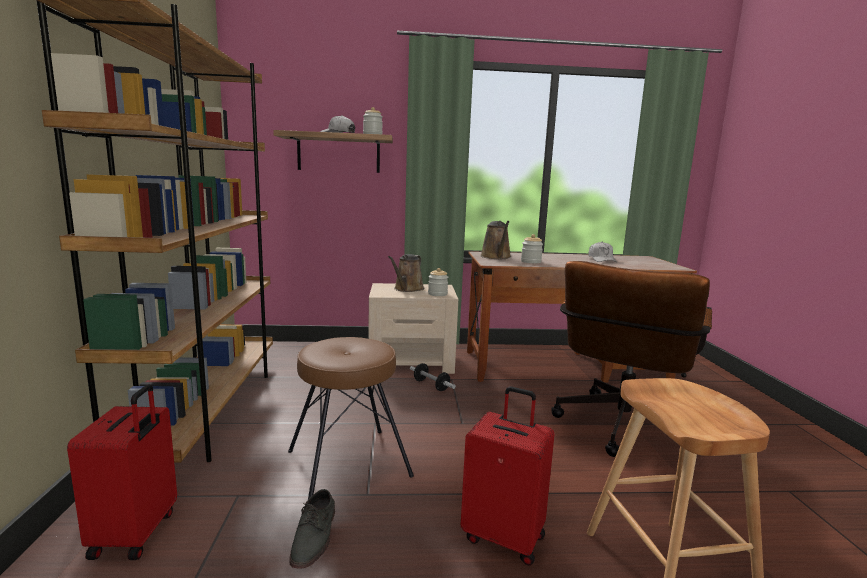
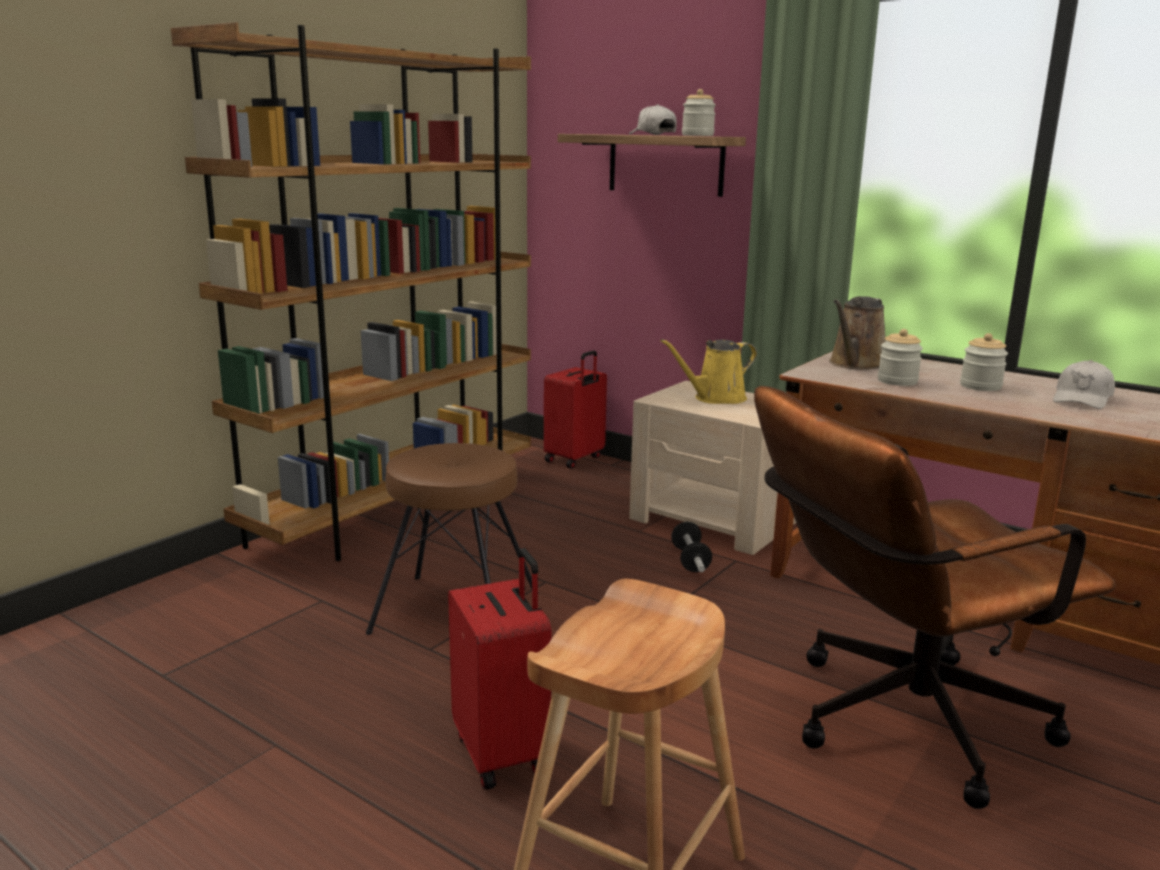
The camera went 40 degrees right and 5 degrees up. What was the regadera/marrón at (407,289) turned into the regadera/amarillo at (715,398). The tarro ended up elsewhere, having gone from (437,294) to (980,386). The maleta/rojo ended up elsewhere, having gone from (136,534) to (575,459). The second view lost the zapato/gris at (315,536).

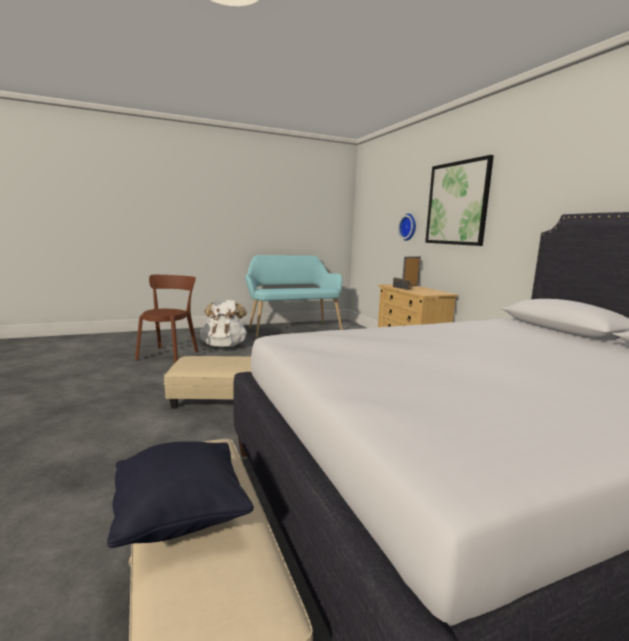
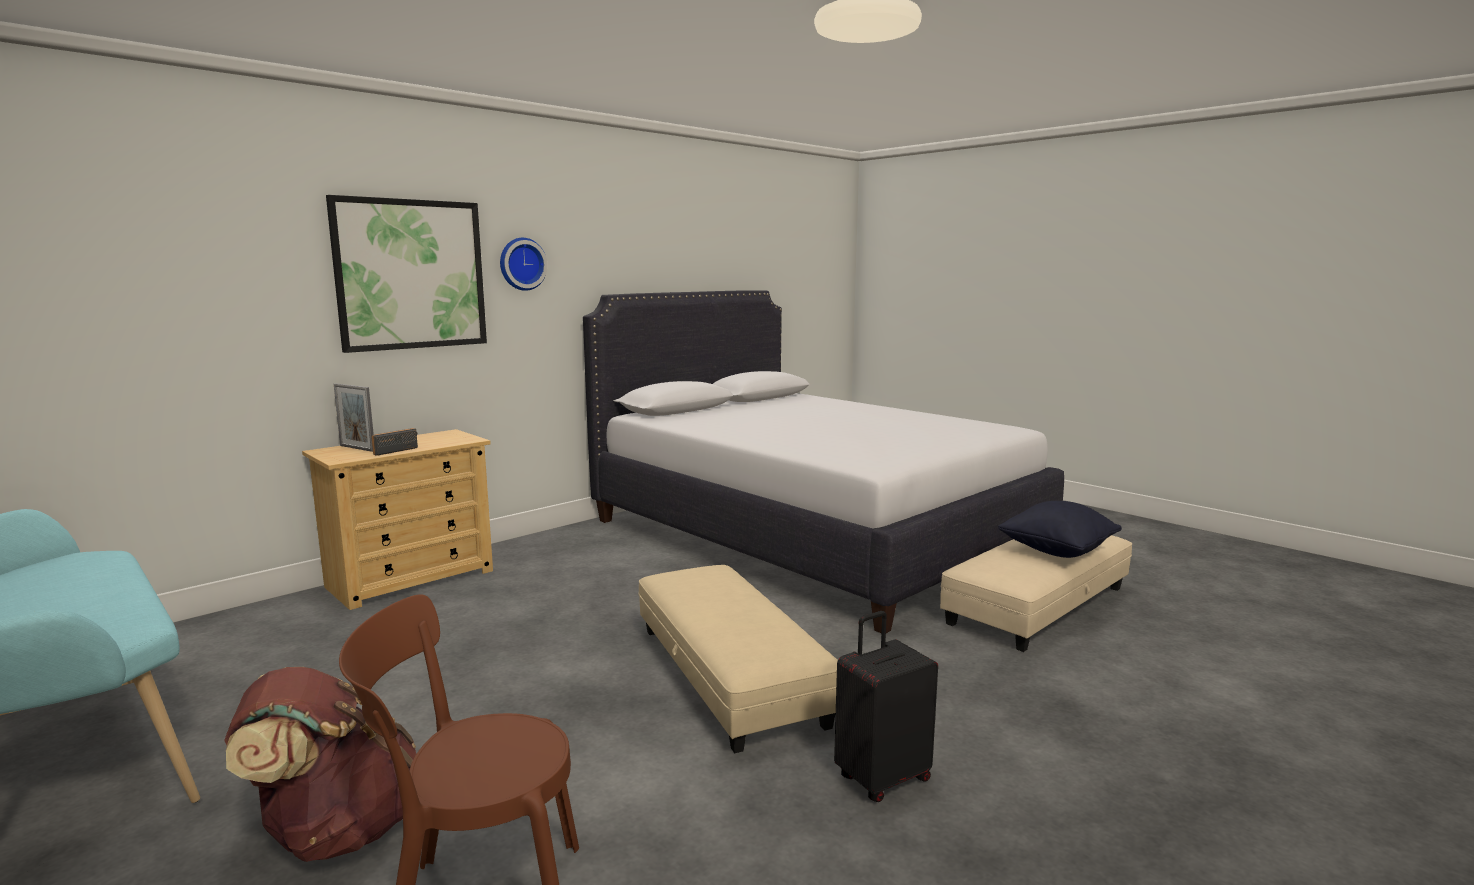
The camera went 110 degrees left and 0 degrees up. The reloj de pared ended up elsewhere, having gone from (409,227) to (521,264). What was the mochila/blanco at (224,346) turned into the mochila/marrón at (334,831). The second view gained the maleta/negro at (881,778).

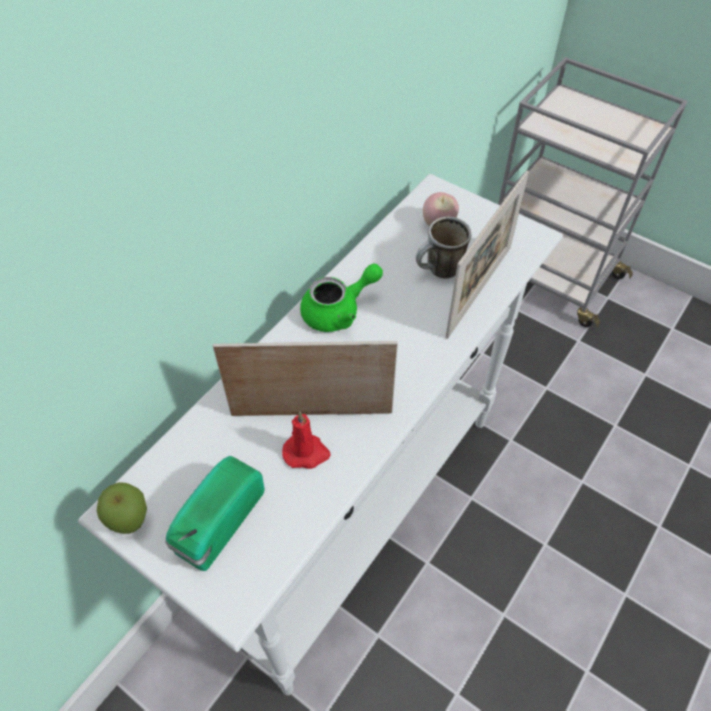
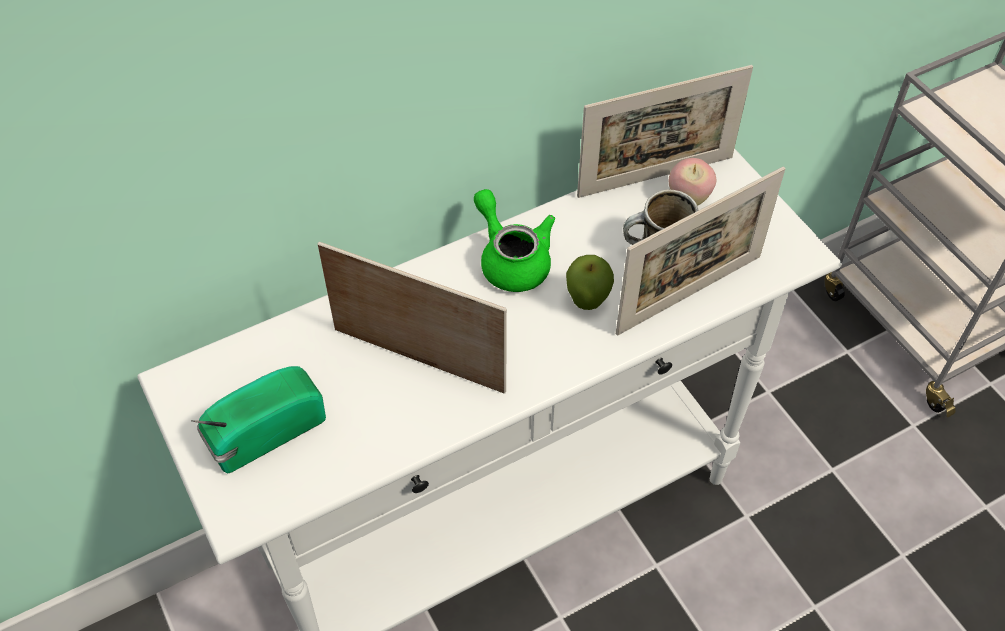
The camera went 25 degrees right and 0 degrees up. The tetera/verde at (338,311) ended up facing another way, 120 degrees counterclockwise from before. The second view lost the vela/rojo at (306,453). The manzana ended up elsewhere, having gone from (132,523) to (587,304). The second view gained the portarretratos at (655,177).

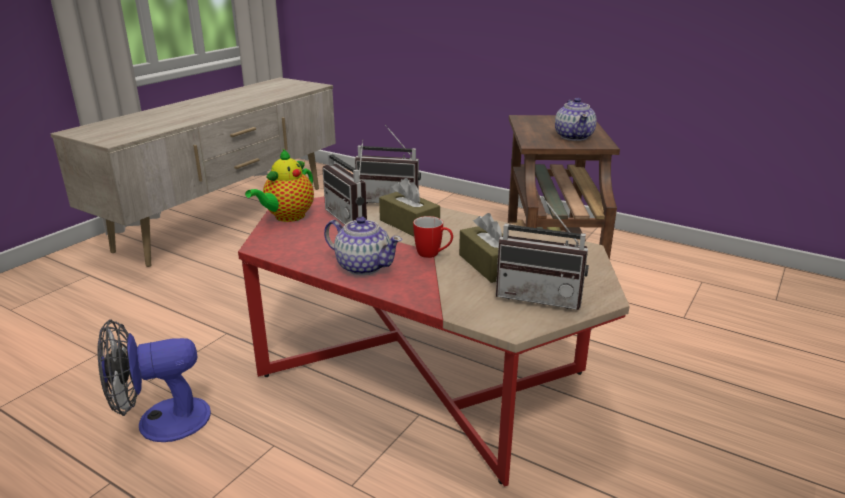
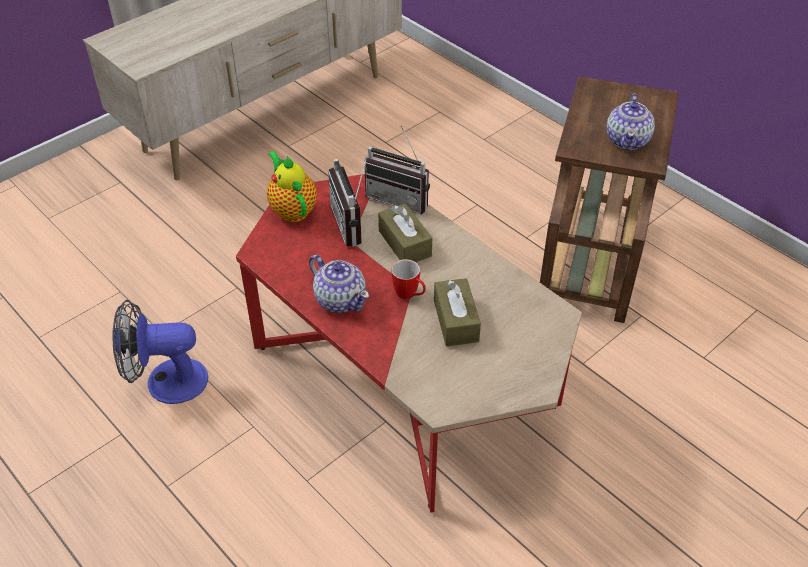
The camera went 15 degrees right and 20 degrees up. The tetera at (287,217) ended up facing another way, 105 degrees clockwise from before. The second view lost the radio at (540,296).

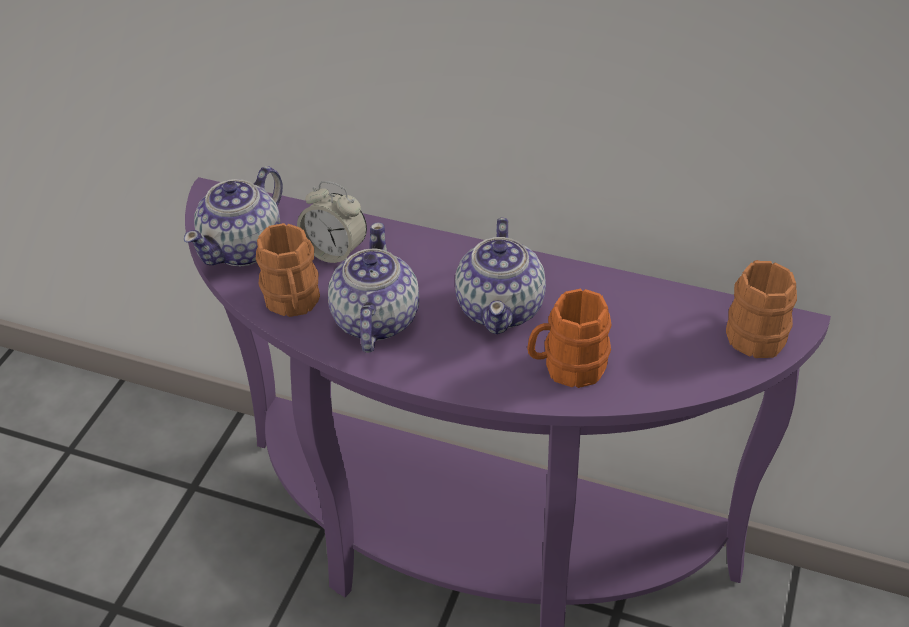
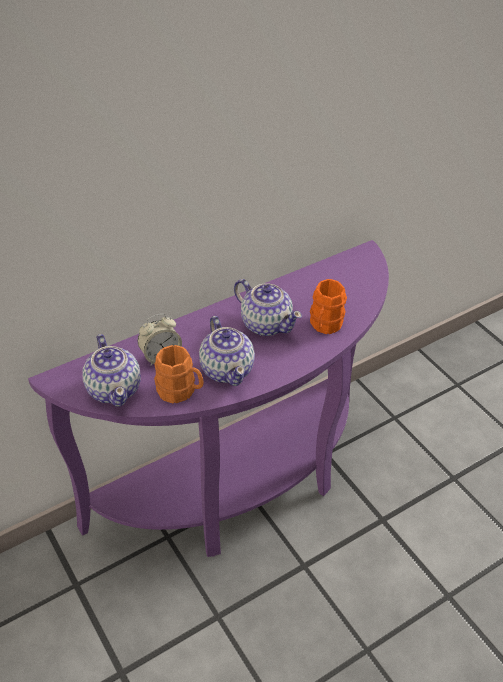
The camera went 55 degrees left and 0 degrees up. The tetera at (375,320) ended up facing another way, 150 degrees counterclockwise from before. The second view lost the taza grande/naranja at (753,330).

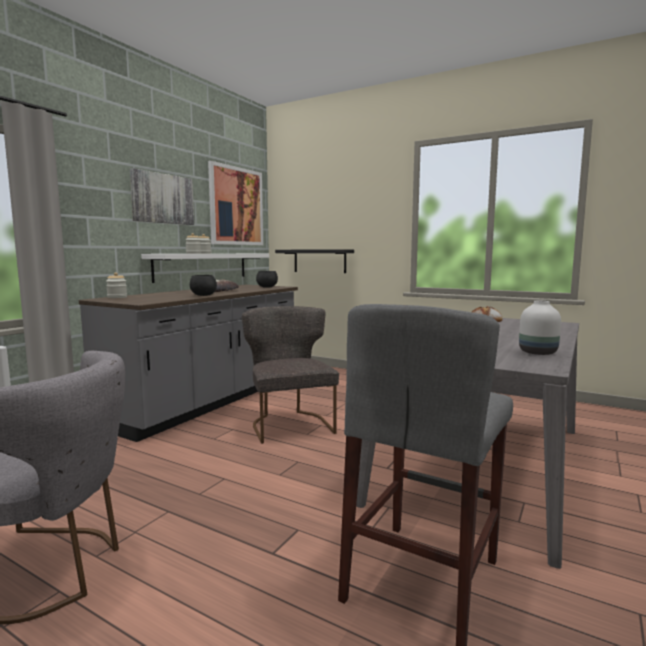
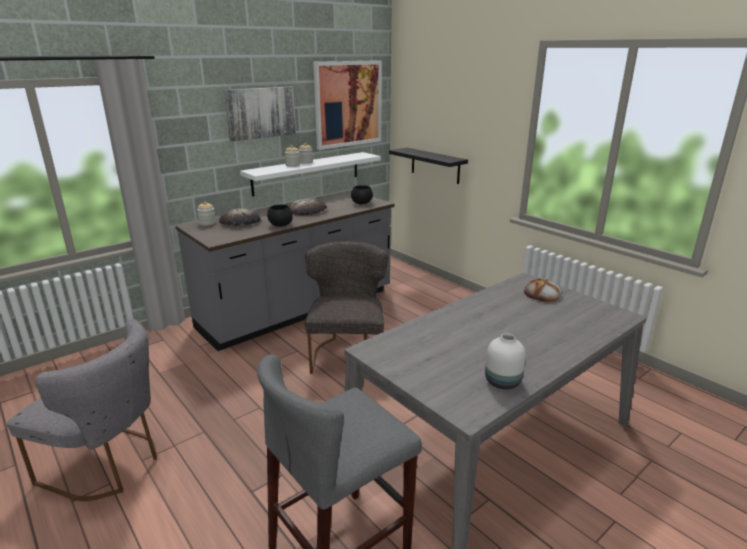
The camera went 20 degrees right and 15 degrees up. The second view gained the pan at (240,222).

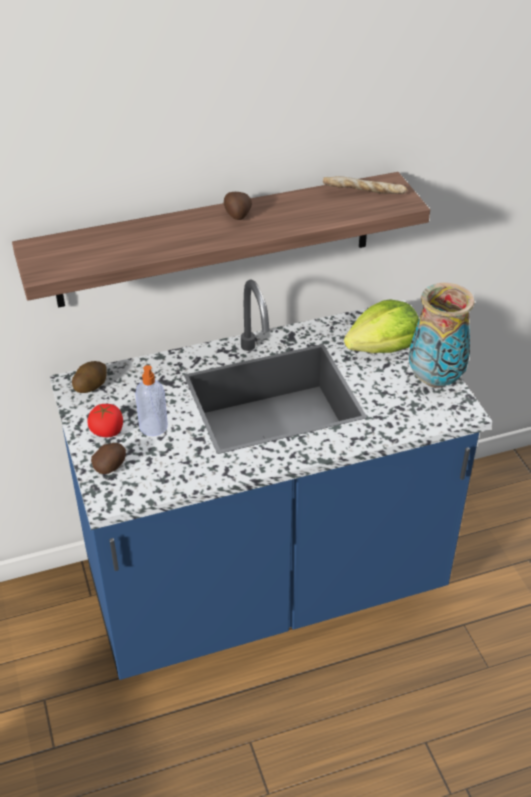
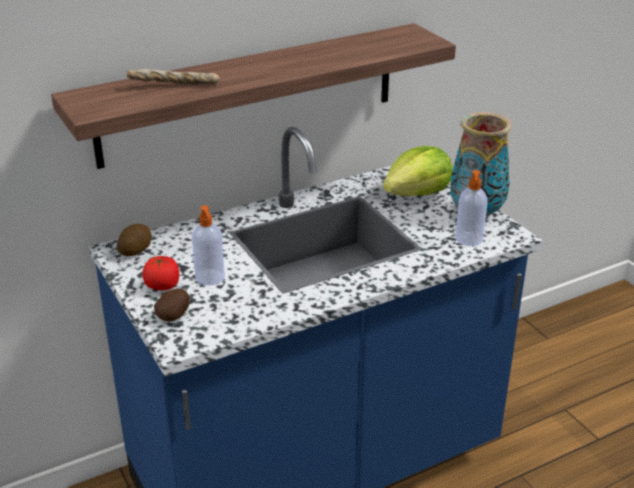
The camera went 10 degrees left and 10 degrees down. The pan ended up elsewhere, having gone from (364,193) to (174,86). The second view lost the patata at (237,215). The second view gained the dispensador de jabón at (469,239).

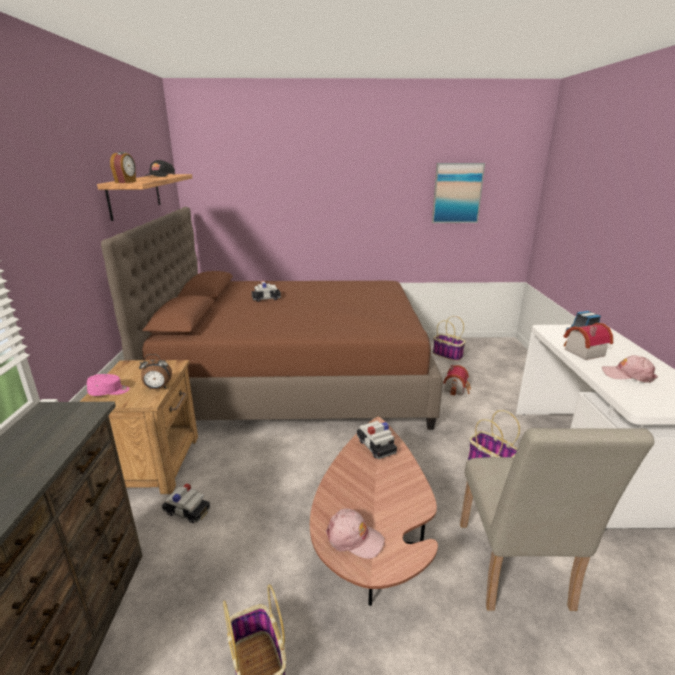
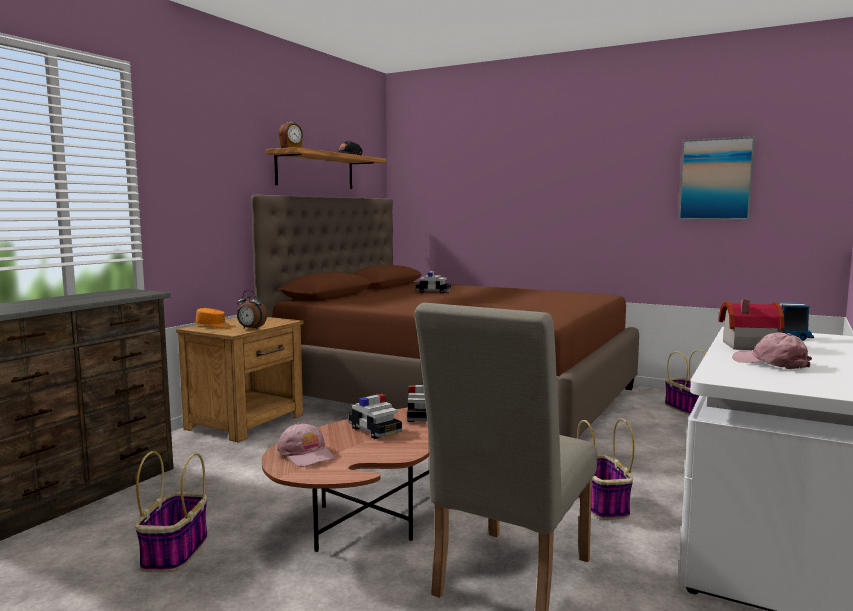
The camera went 30 degrees right and 15 degrees down. The second view lost the casita at (456,388). What was the gorra/rosa at (109,392) turned into the gorra/naranja at (213,326). The coche de juguete ended up elsewhere, having gone from (187,511) to (375,430).

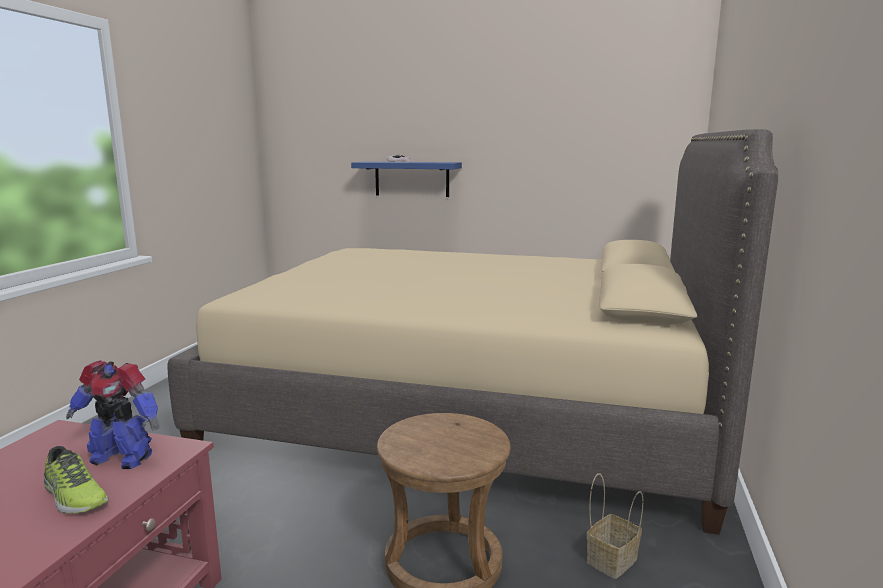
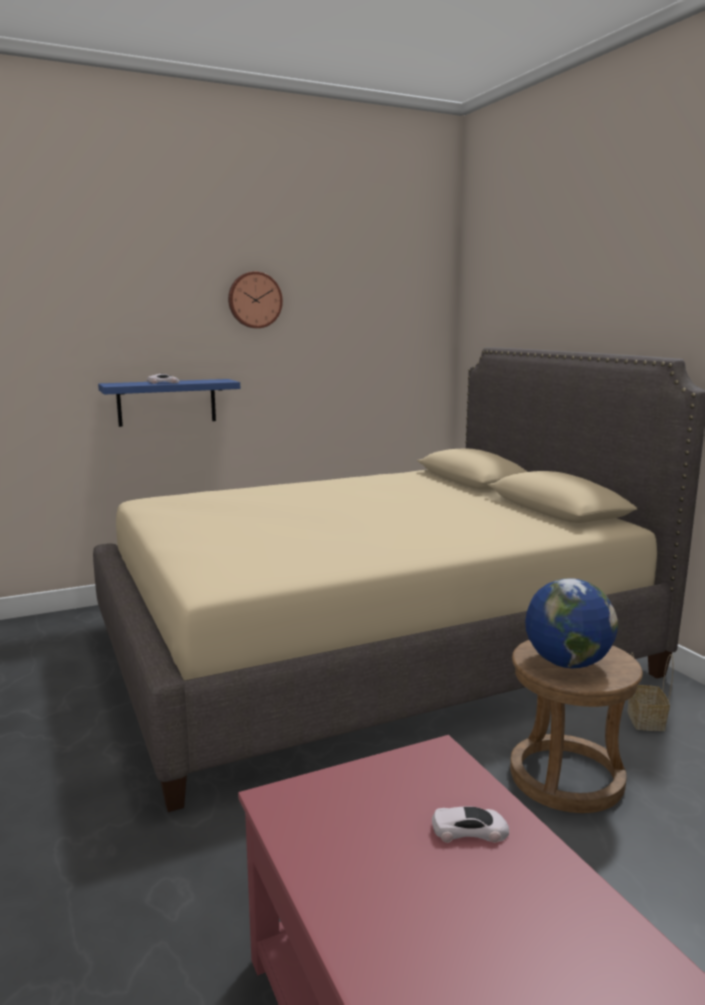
The camera went 40 degrees left and 0 degrees up. The second view lost the robot de juguete at (121,457). Where the zapato stood at (73,496), the coche de juguete/blanco came to stand at (470,831). The second view gained the reloj de pared at (254,300). The second view gained the globo terráqueo at (567,663).

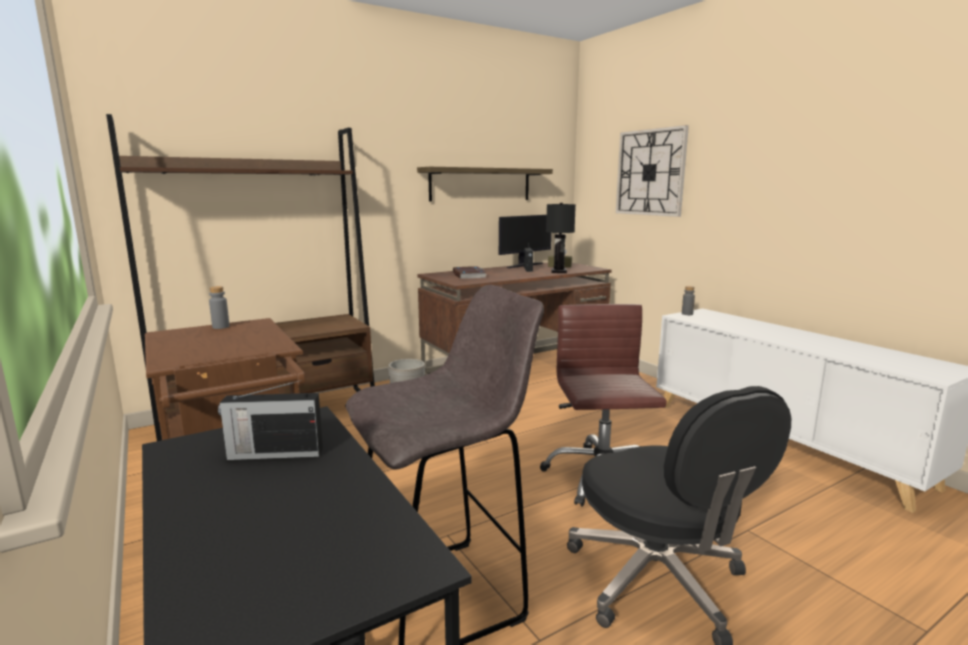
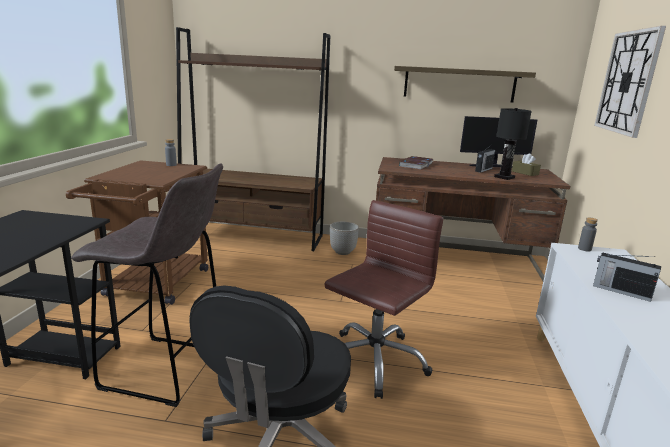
The camera went 40 degrees right and 5 degrees up. The radio ended up elsewhere, having gone from (274,453) to (620,291).

